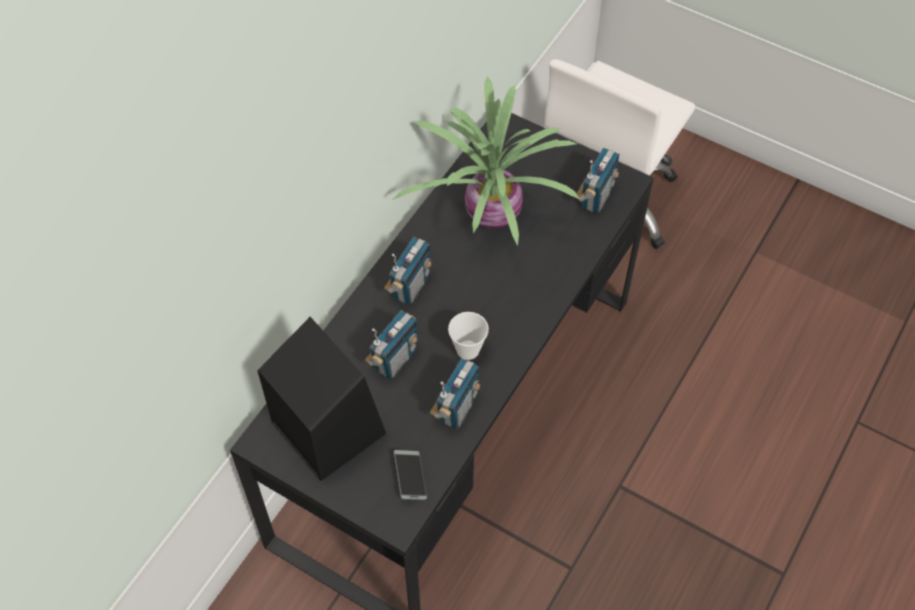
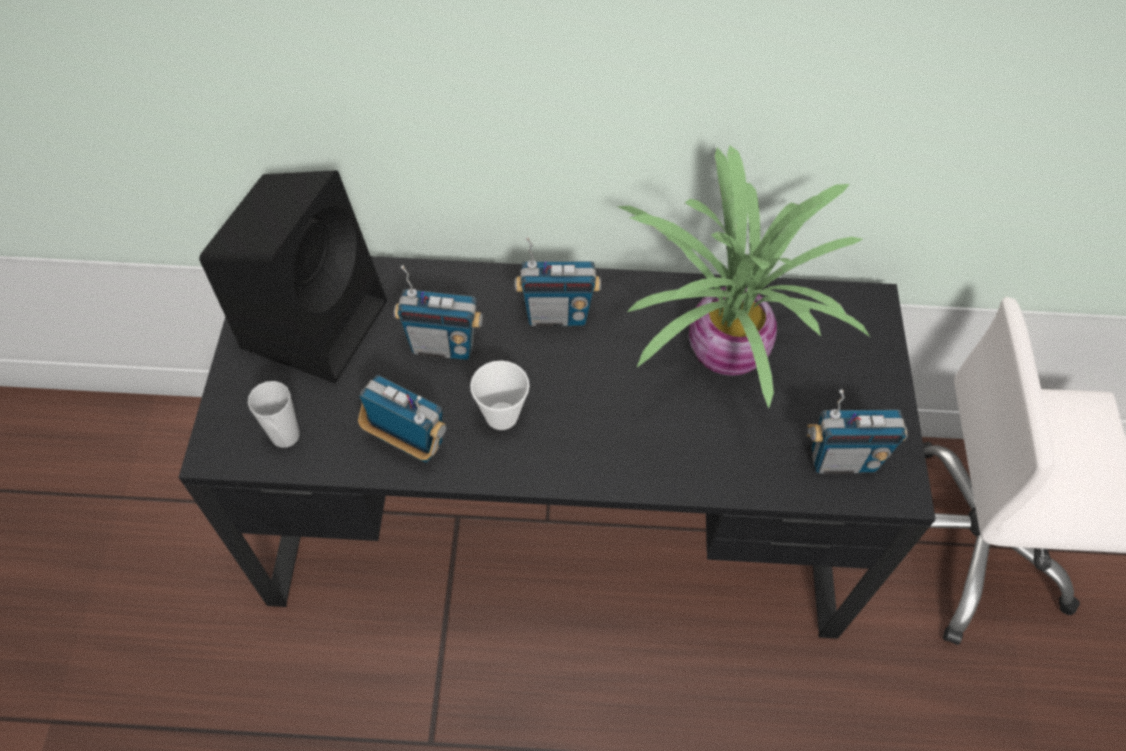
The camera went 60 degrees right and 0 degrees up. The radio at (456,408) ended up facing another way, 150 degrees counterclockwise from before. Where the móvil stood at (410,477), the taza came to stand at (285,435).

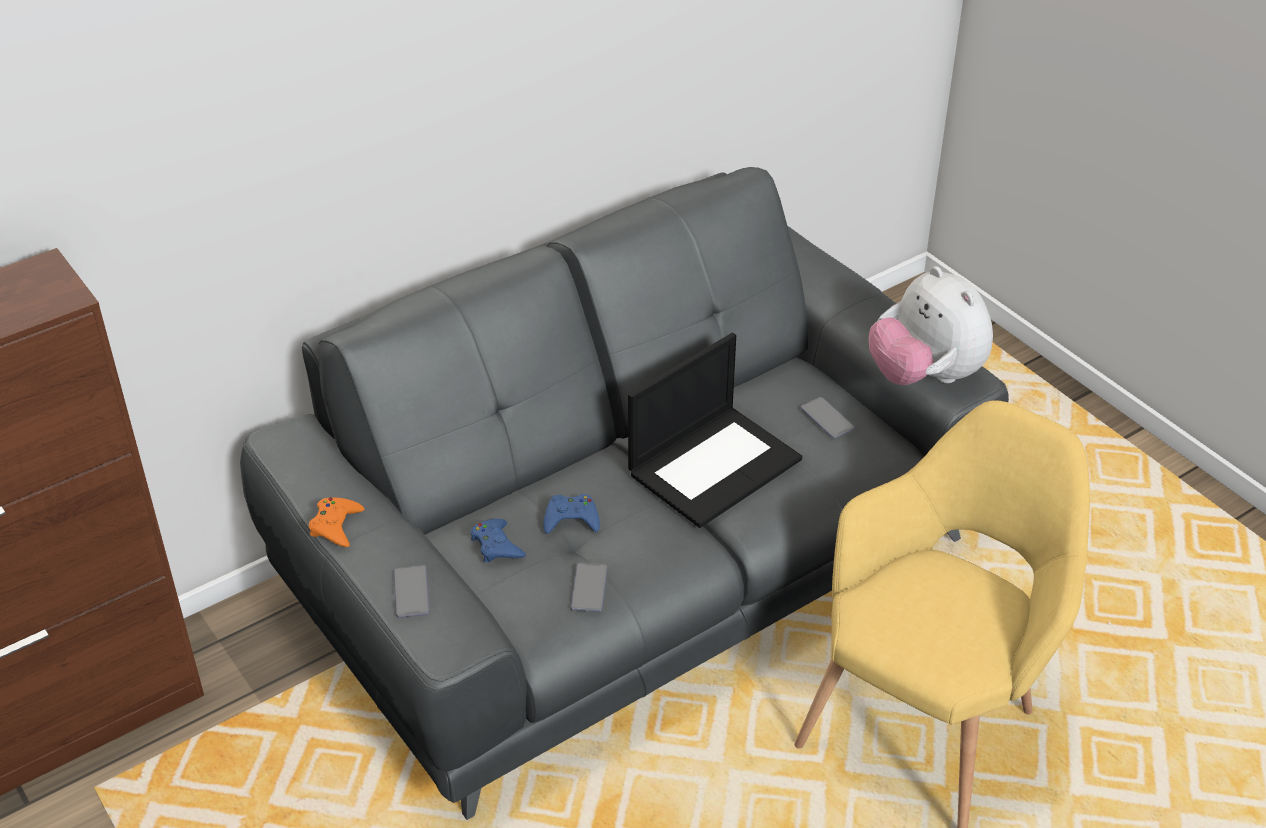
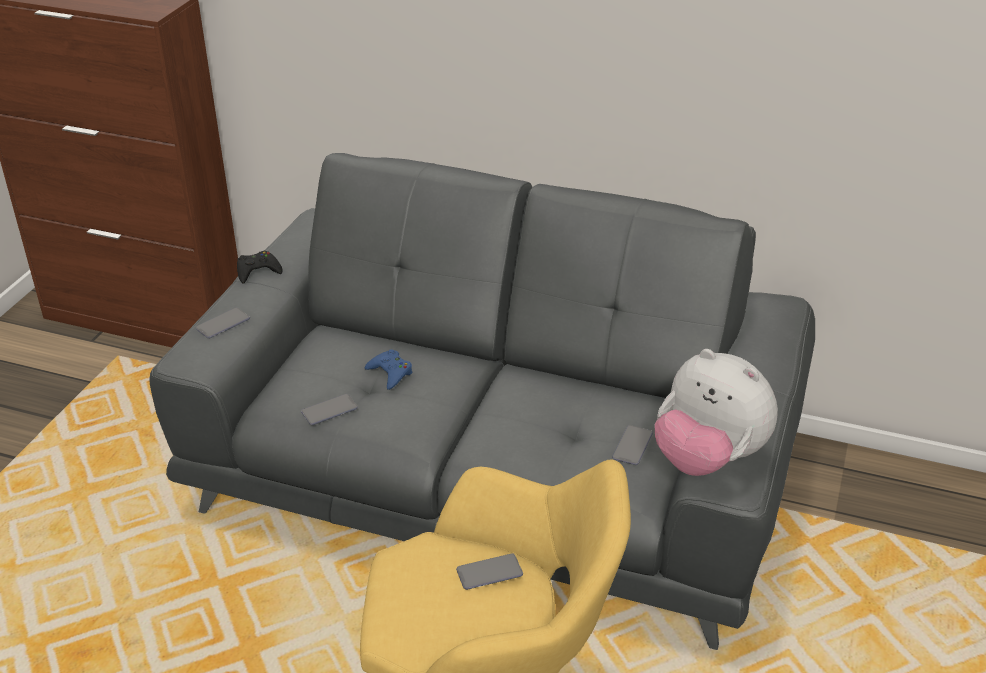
The camera went 55 degrees right and 5 degrees down. The peluche at (925,376) ended up facing another way, 75 degrees counterclockwise from before. The second view lost the portátil at (714,465). What was the mando de consola/naranja at (336,526) turned into the mando de consola/negro at (257,271). The second view lost the mando de consola/azul at (496,545). The second view gained the móvil at (489,573).

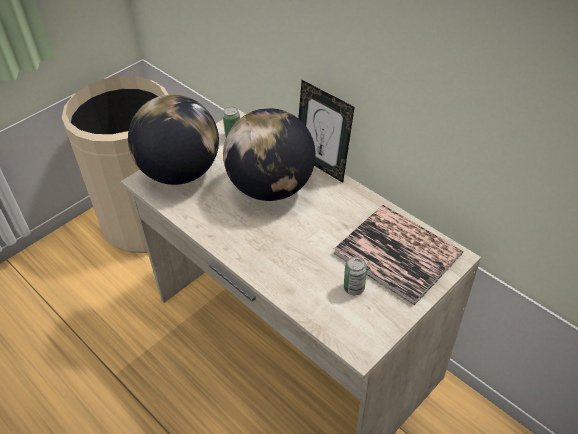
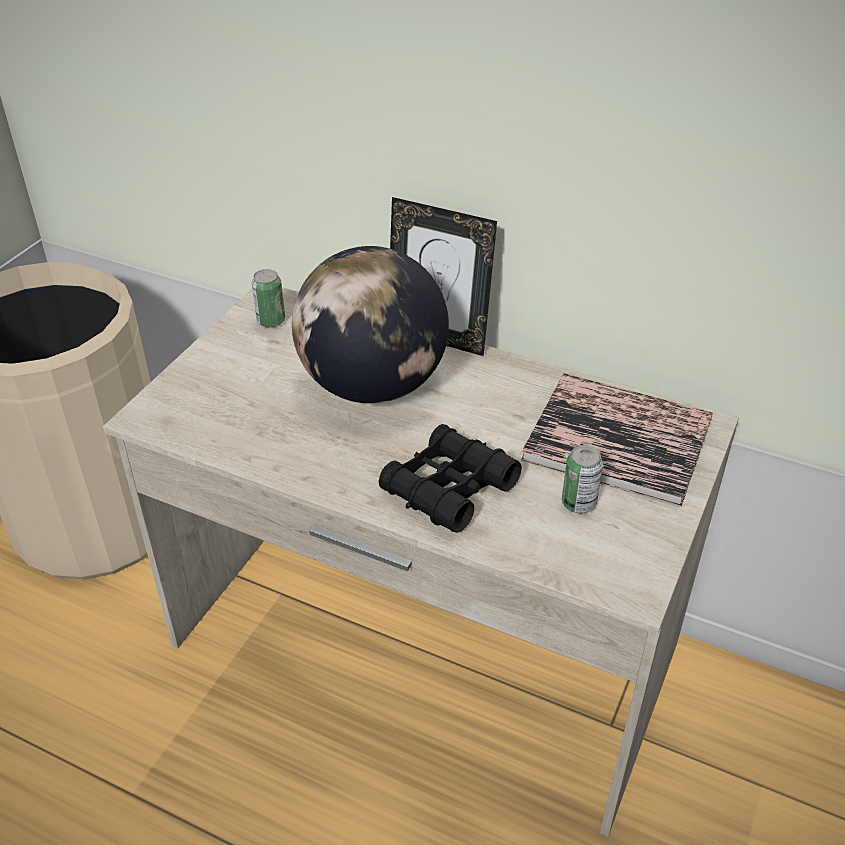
The camera went 20 degrees left and 5 degrees down. The second view lost the globo terráqueo at (180,172). The second view gained the prismáticos/negro at (448,488).

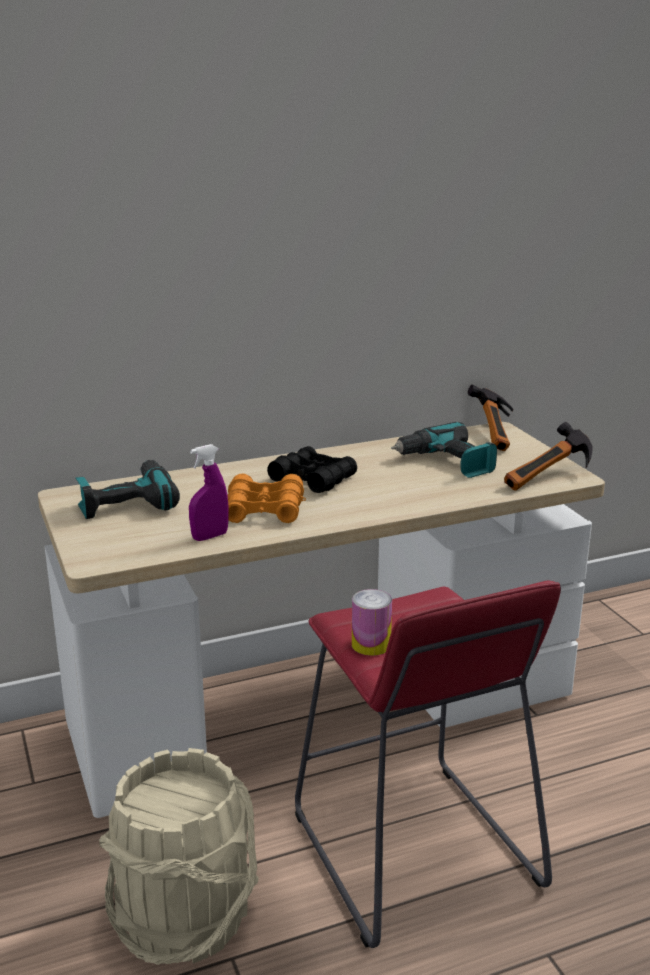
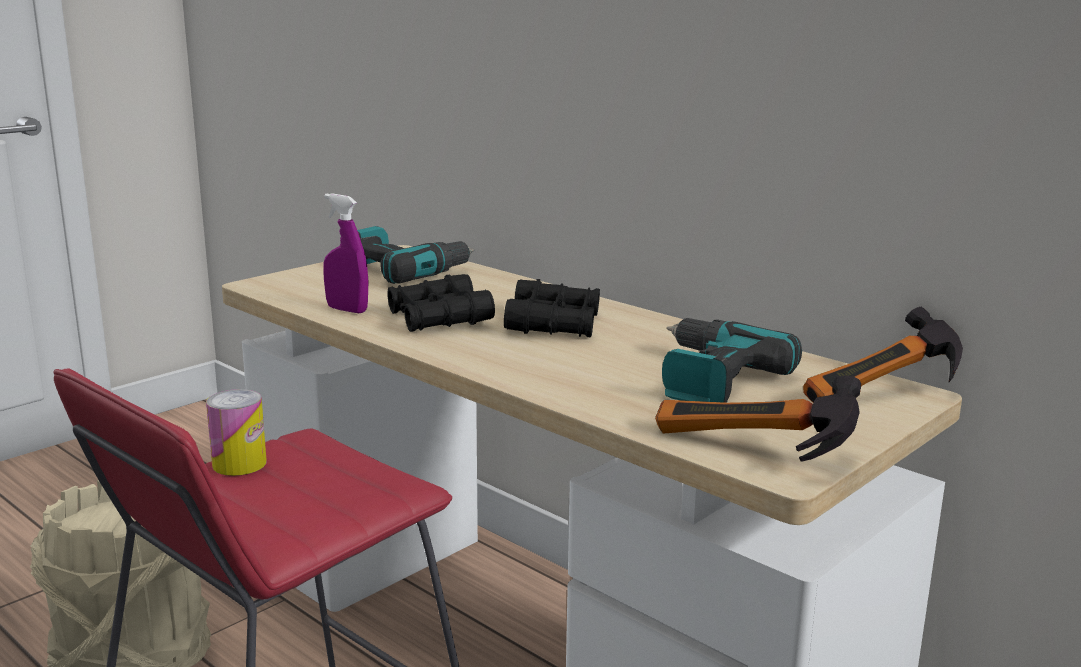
The camera went 65 degrees right and 5 degrees down. What was the prismáticos/naranja at (264,509) turned into the prismáticos/negro at (439,318).

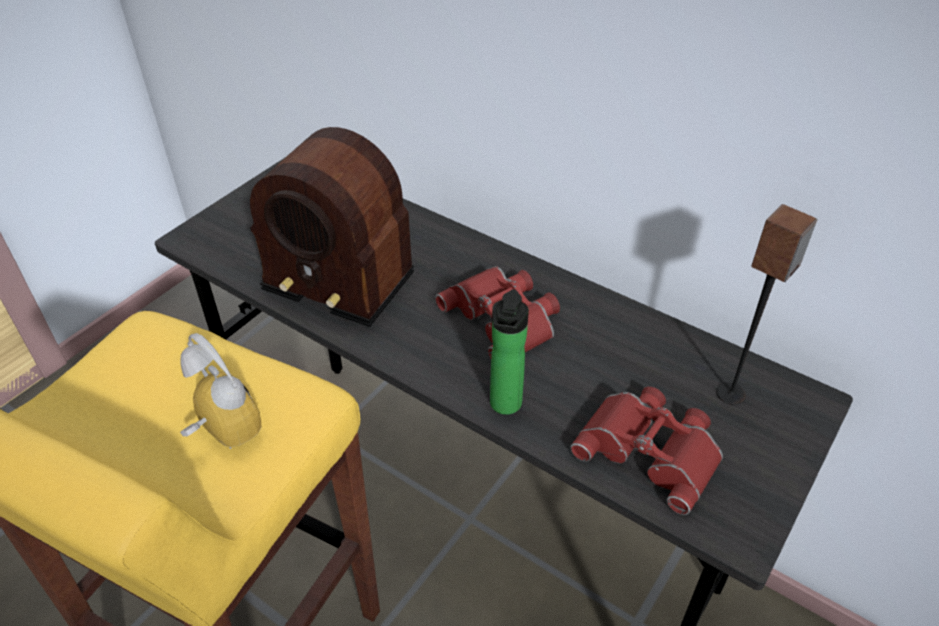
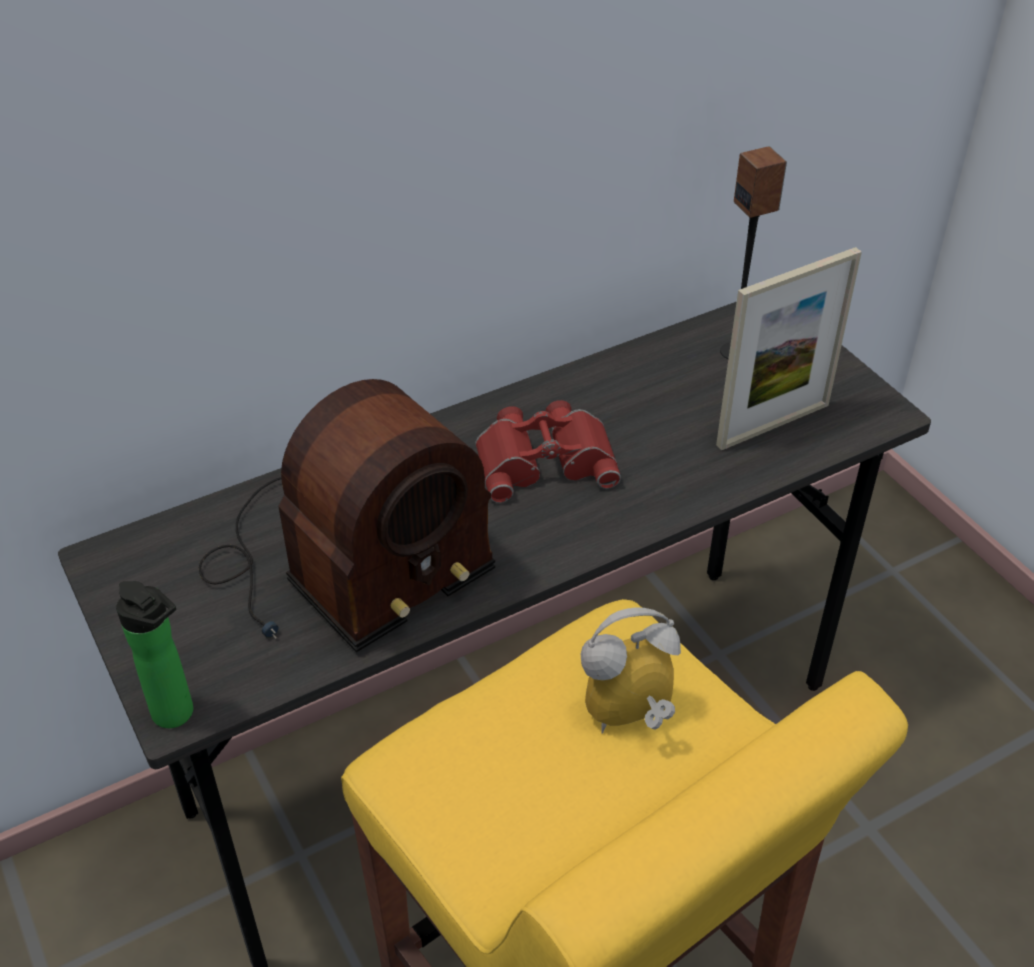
The camera went 65 degrees left and 0 degrees up. The botella ended up elsewhere, having gone from (504,407) to (177,715). Where the prismáticos/rojo stood at (651,449), the portarretratos came to stand at (773,425).

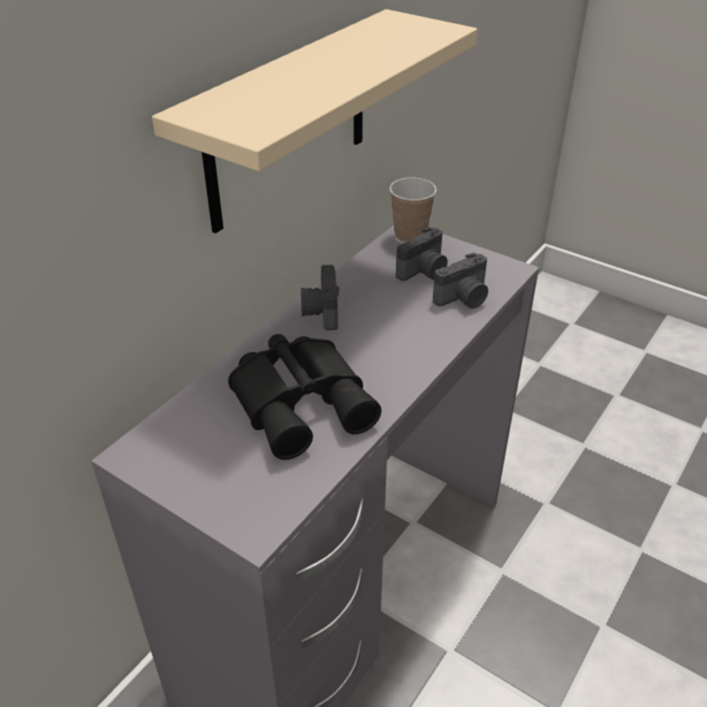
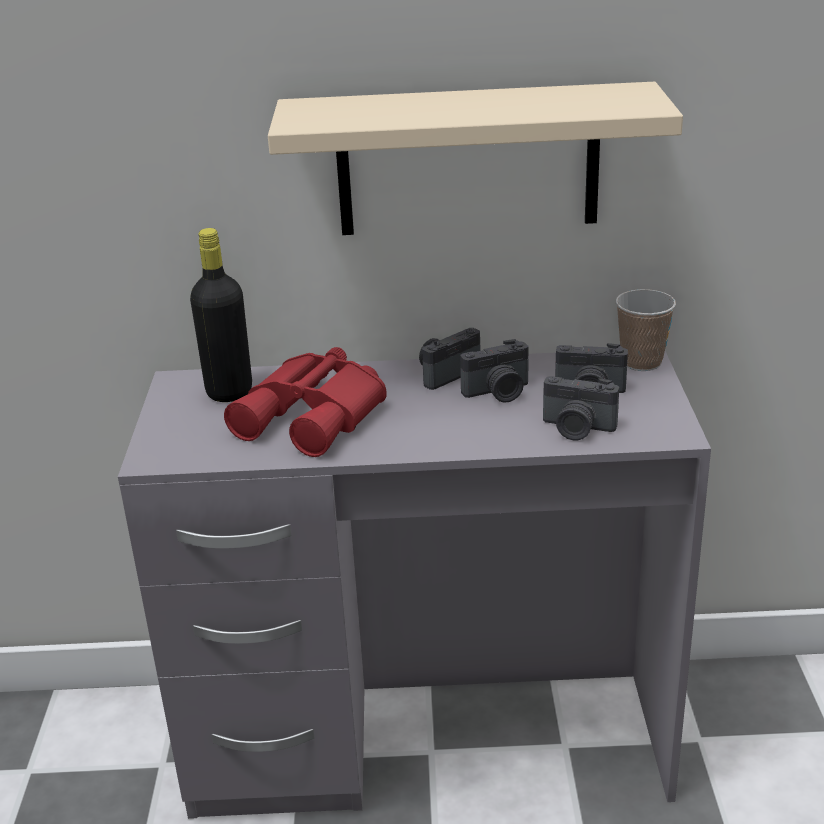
The camera went 55 degrees right and 10 degrees down. What was the prismáticos/negro at (303,402) turned into the prismáticos/rojo at (315,416). The second view gained the botella/negro at (229,391). The second view gained the cámara at (499,393).

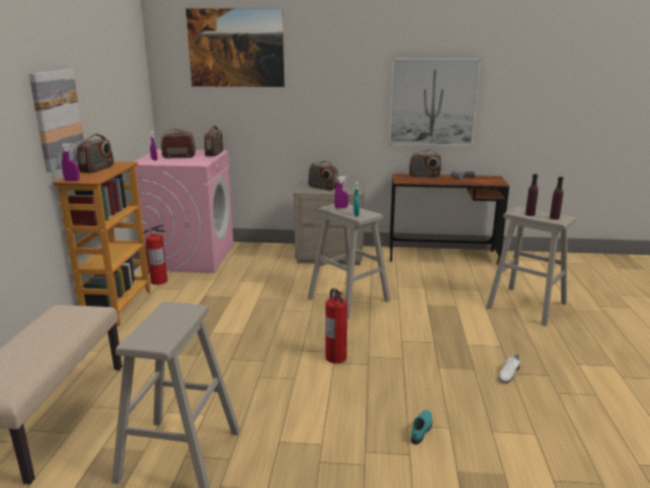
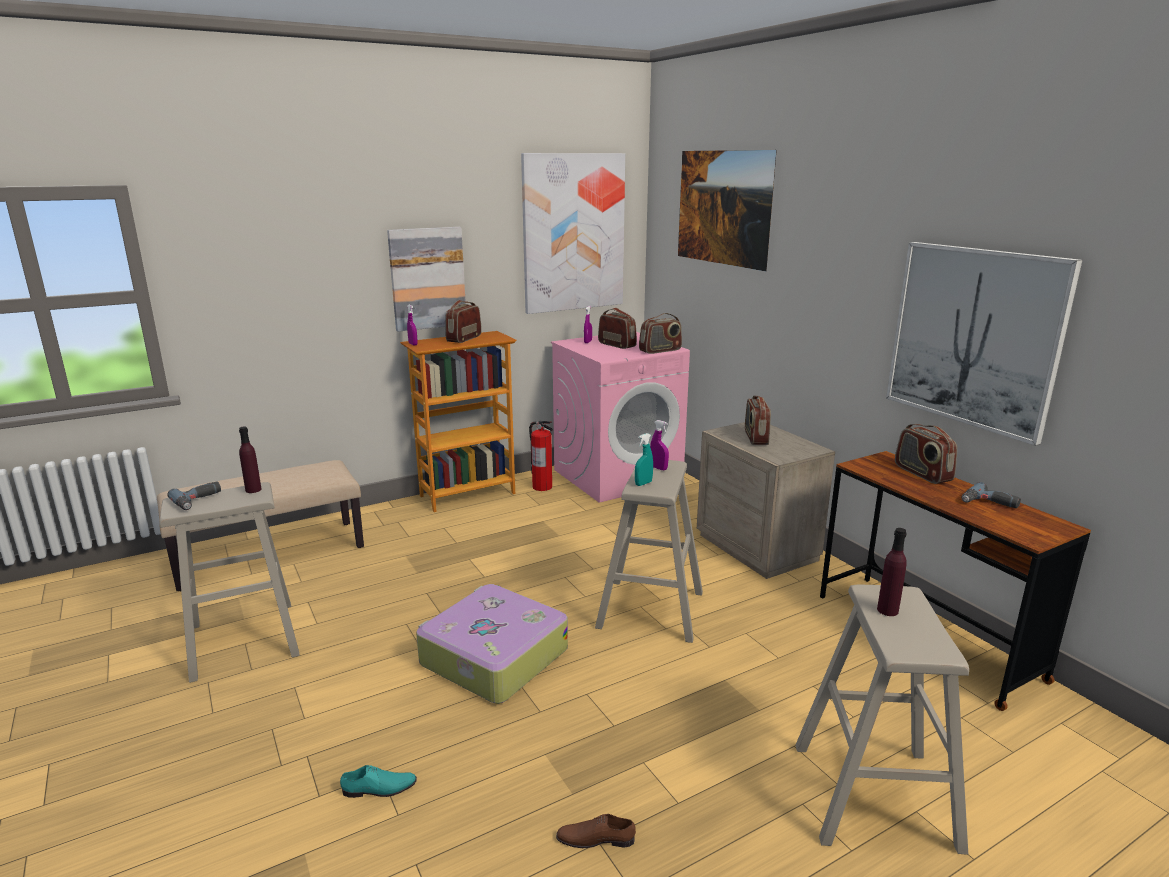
The camera went 55 degrees right and 0 degrees up. The radio at (97,169) ended up facing another way, 135 degrees clockwise from before. The botella/morado ended up elsewhere, having gone from (554,218) to (253,490). Where the extintor stood at (335,357), the maleta came to stand at (492,657). What was the zapato/blanco at (508,373) turned into the zapato/marrón at (595,838). The second view gained the cuadro at (573,233). The second view gained the taladro at (199,500).

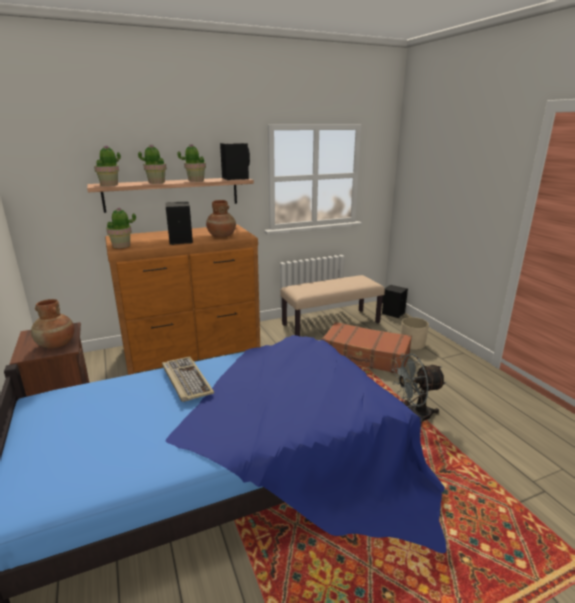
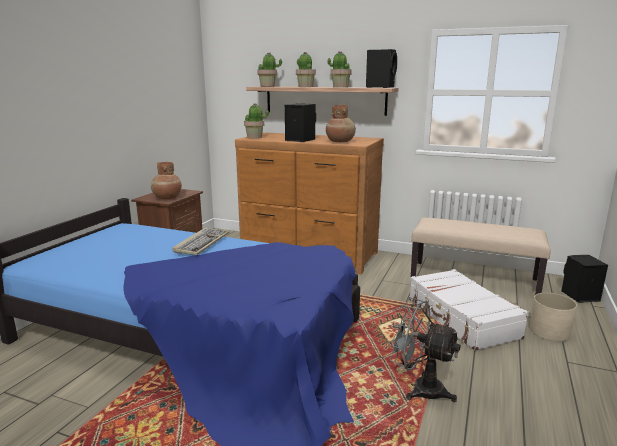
The camera went 45 degrees right and 5 degrees down. What was the maleta/marrón at (365,356) turned into the maleta/blanco at (461,318).

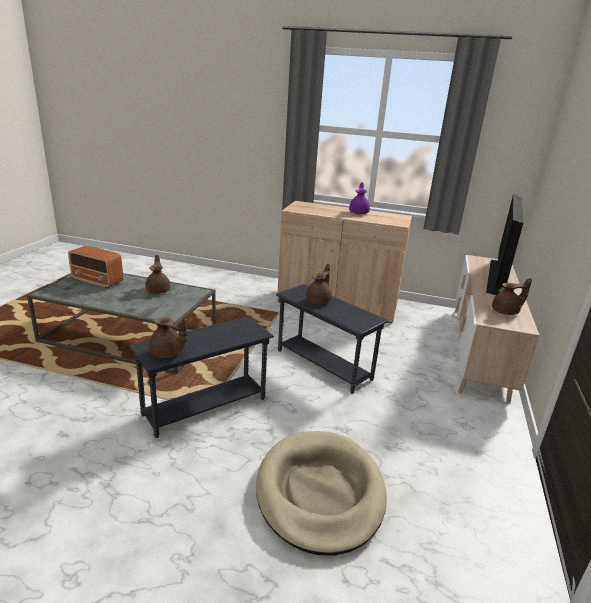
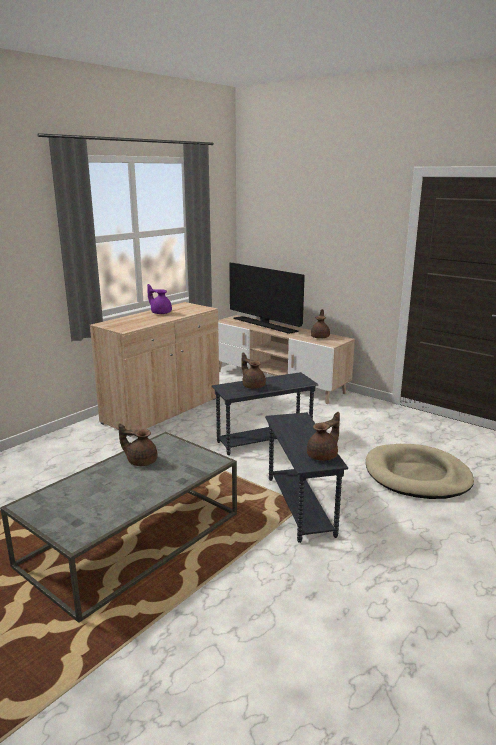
The camera went 65 degrees left and 5 degrees down. The second view lost the radio at (98,281).

